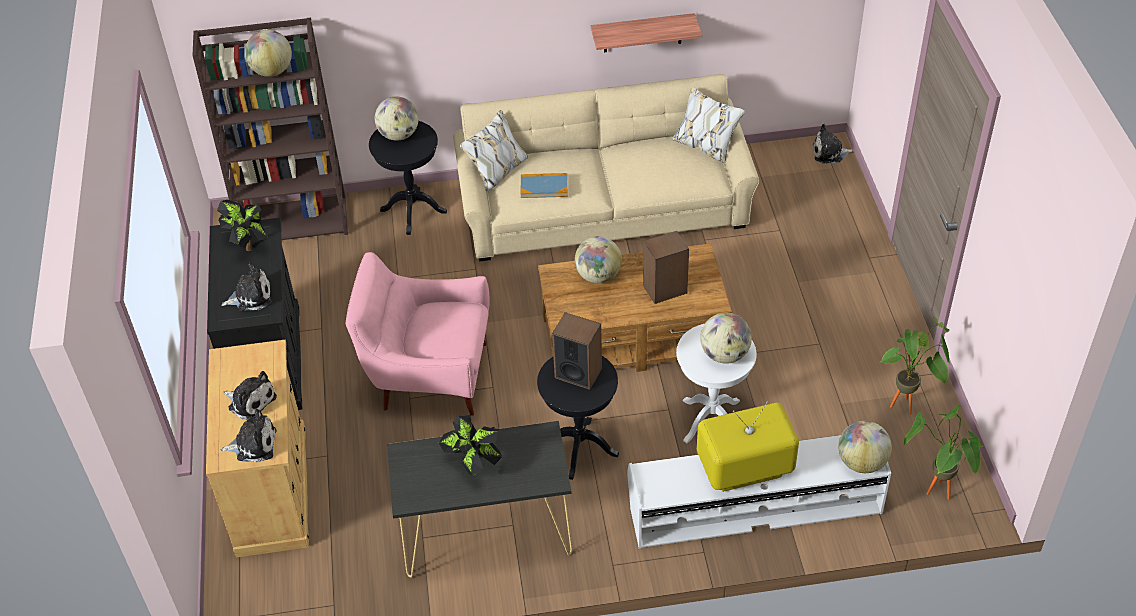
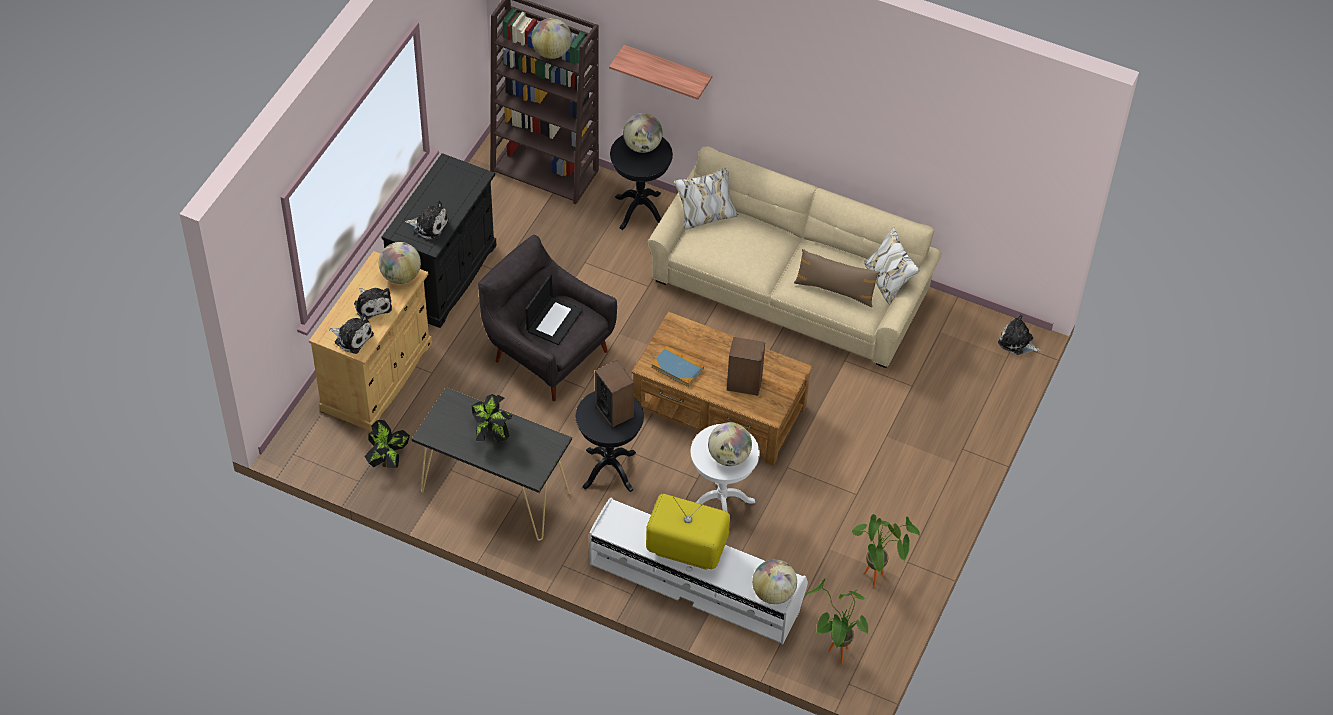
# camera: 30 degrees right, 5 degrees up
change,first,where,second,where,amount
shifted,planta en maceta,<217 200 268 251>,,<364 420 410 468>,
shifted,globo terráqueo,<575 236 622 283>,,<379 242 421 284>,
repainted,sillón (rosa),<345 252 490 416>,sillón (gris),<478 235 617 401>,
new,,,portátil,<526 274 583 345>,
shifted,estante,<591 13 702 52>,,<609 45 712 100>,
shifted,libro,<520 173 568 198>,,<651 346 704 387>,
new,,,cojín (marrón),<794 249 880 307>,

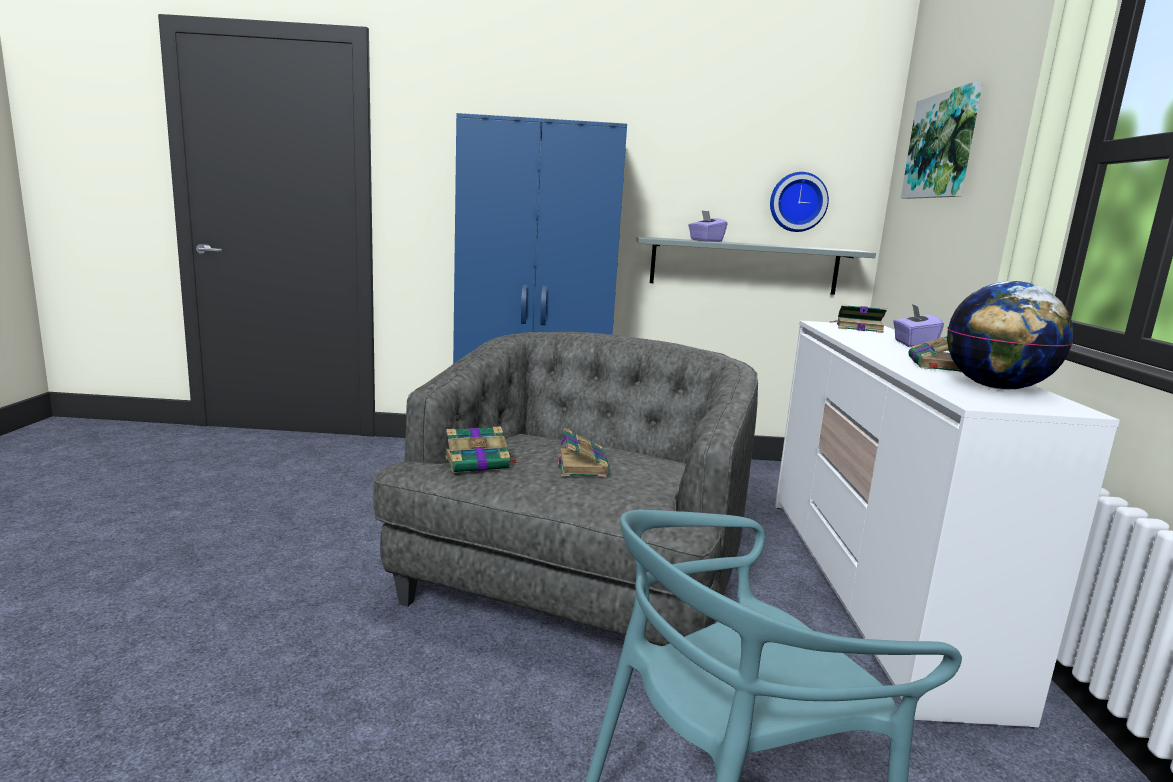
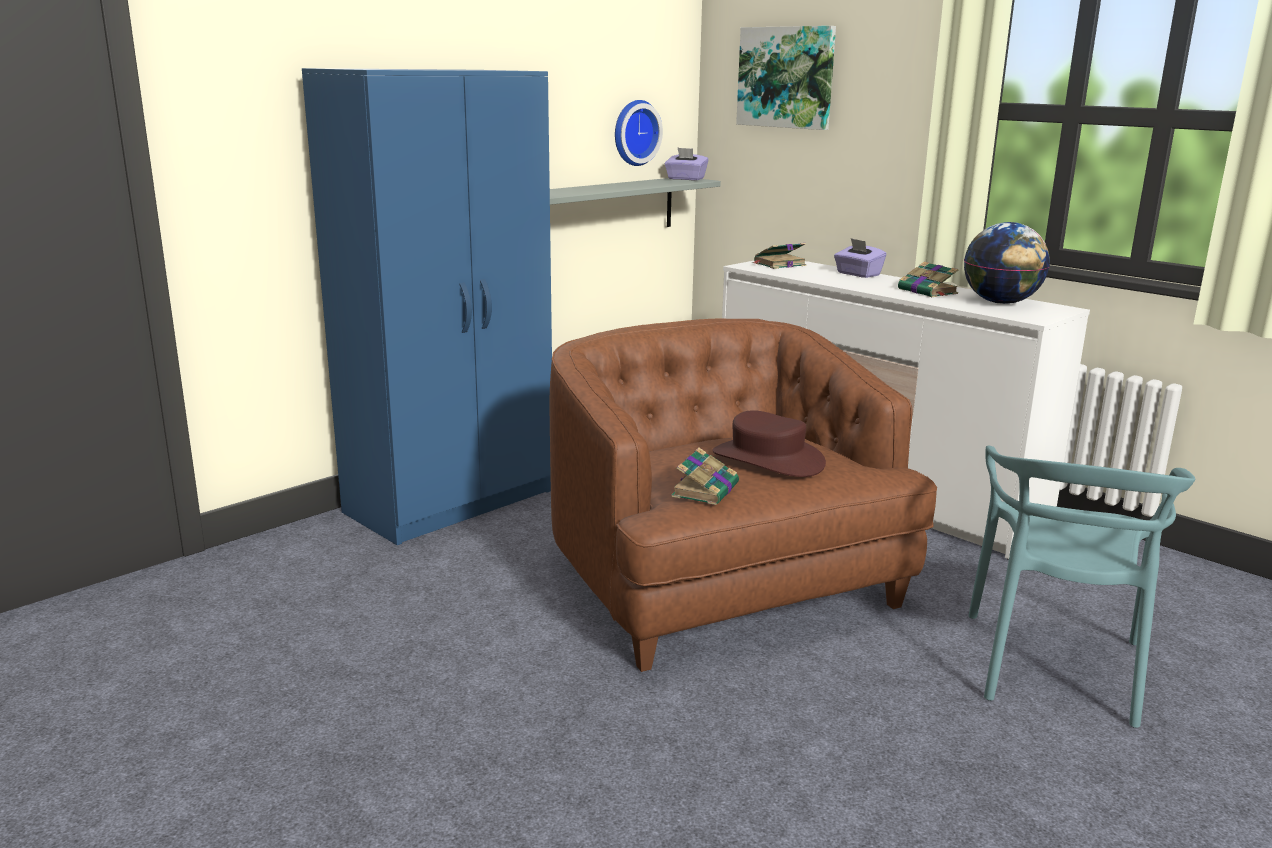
# camera: 45 degrees left, 5 degrees up
change,first,where,second,where,amount
repainted,sillón (gris),<373 332 758 646>,sillón (marrón),<550 318 937 672>,
shifted,caja de pañuelos (morado),<688 211 728 242>,,<665 147 709 180>,
swapped,libro,<558 428 610 477>,sombrero (marrón),<712 410 826 477>,

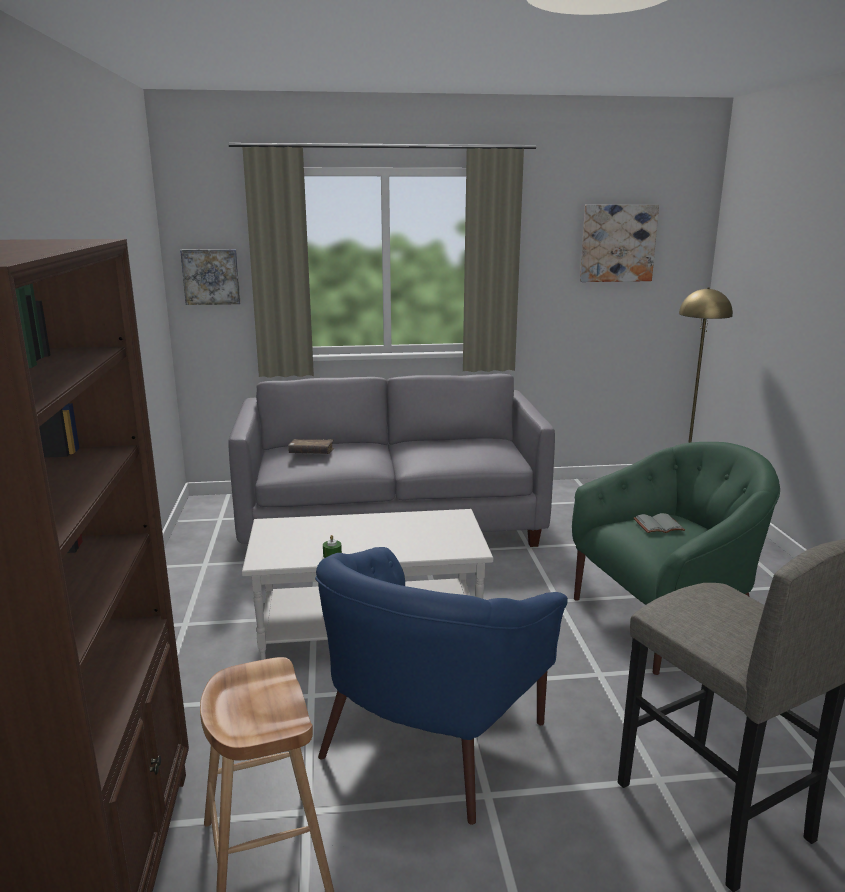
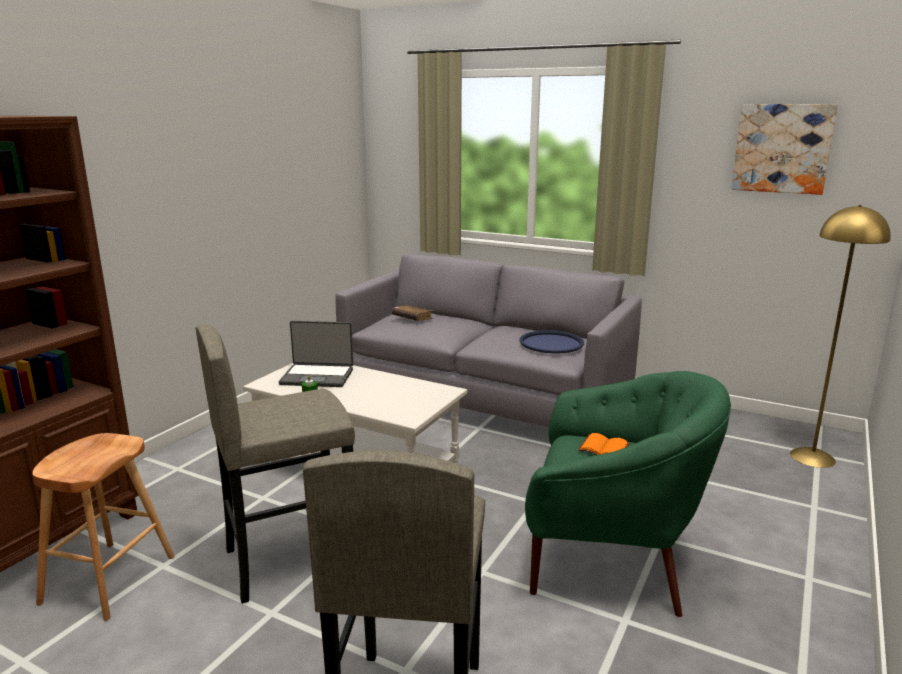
# camera: 35 degrees right, 0 degrees up
change,first,where,second,where,amount
swapped,sillón (azul),<315 547 568 825>,taburete (gris),<195 324 355 604>,
new,,,portátil,<279 321 353 387>,
new,,,bandeja (azul),<520 330 584 353>,
repainted,libro (gris),<633 513 685 533>,libro (naranja),<578 433 630 455>,
gone,cuadro,<180 249 240 305>,,,

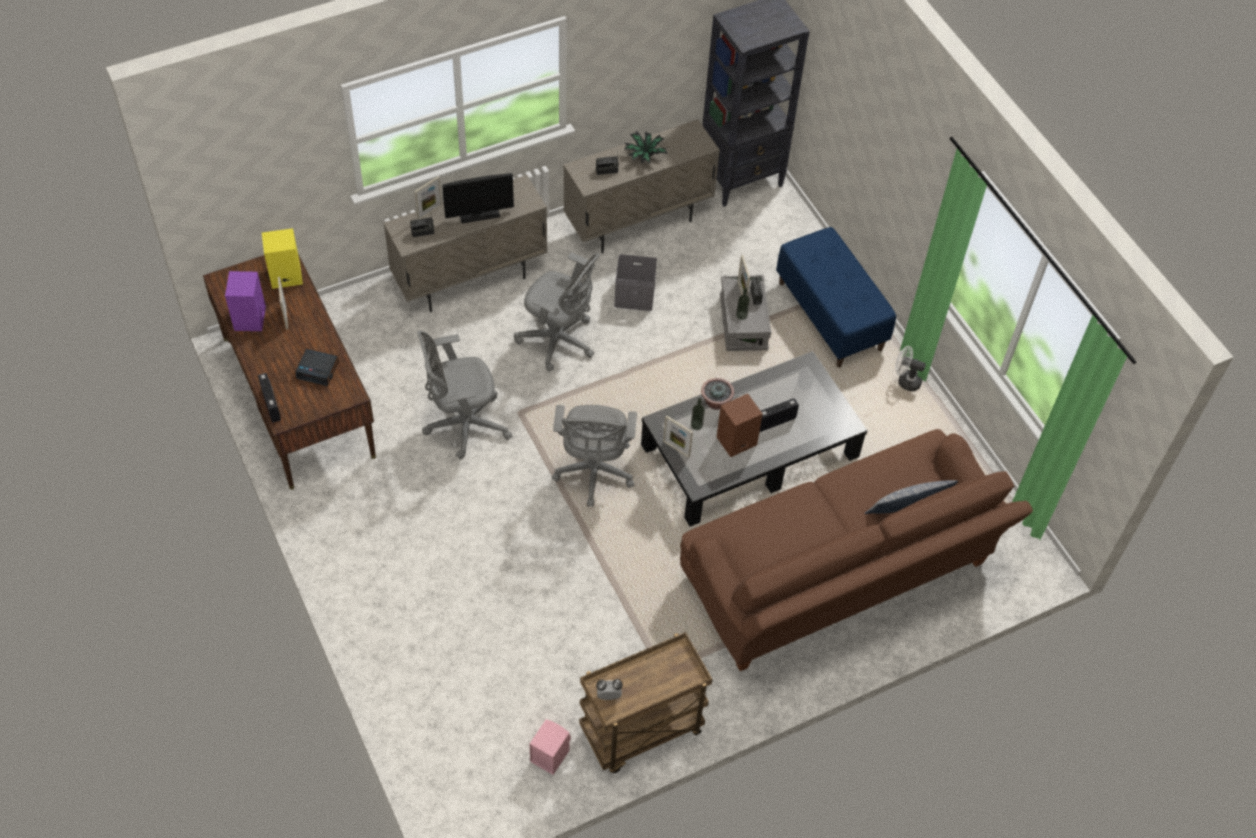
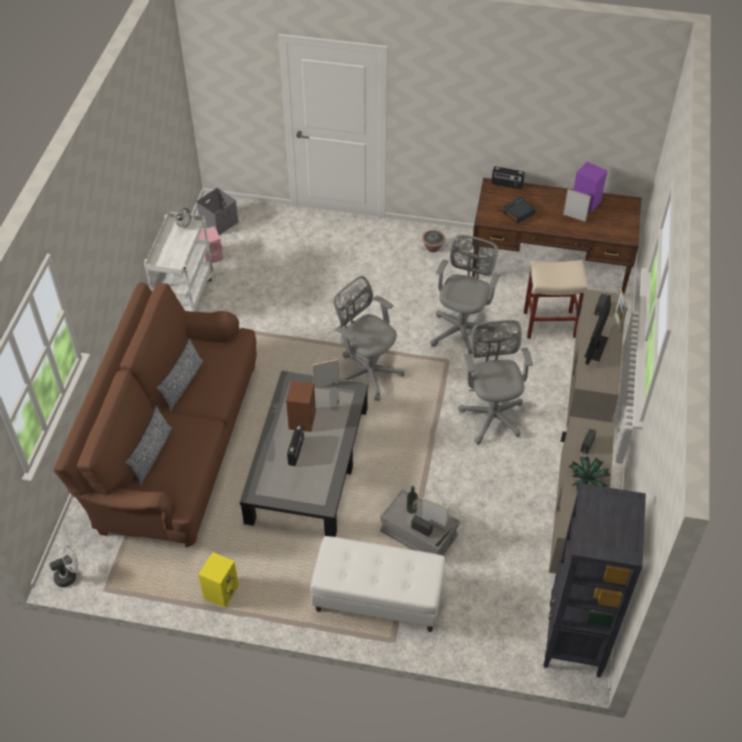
# camera: 130 degrees right, 5 degrees down
change,first,where,second,where,amount
shifted,ventilador (blanco),<895 346 926 391>,,<49 545 78 587>,
repainted,carrito (marrón),<579 632 713 773>,carrito (blanco),<144 211 213 312>,
new,,,cojín,<156 338 204 412>,
shifted,caja de almacenaje (gris),<614 254 657 311>,,<196 188 239 235>,
shifted,altavoz (amarillo),<262 228 303 289>,,<198 552 239 608>,
repainted,banco (azul),<776 227 896 367>,banco (blanco),<311 536 445 632>,
shifted,planta en maceta,<701 378 734 410>,,<422 230 445 252>,
rotated,silla de oficina (gris),<514 252 600 372>,,<458 320 533 445>,105 degrees clockwise
new,,,taburete (beis),<524 260 588 339>,

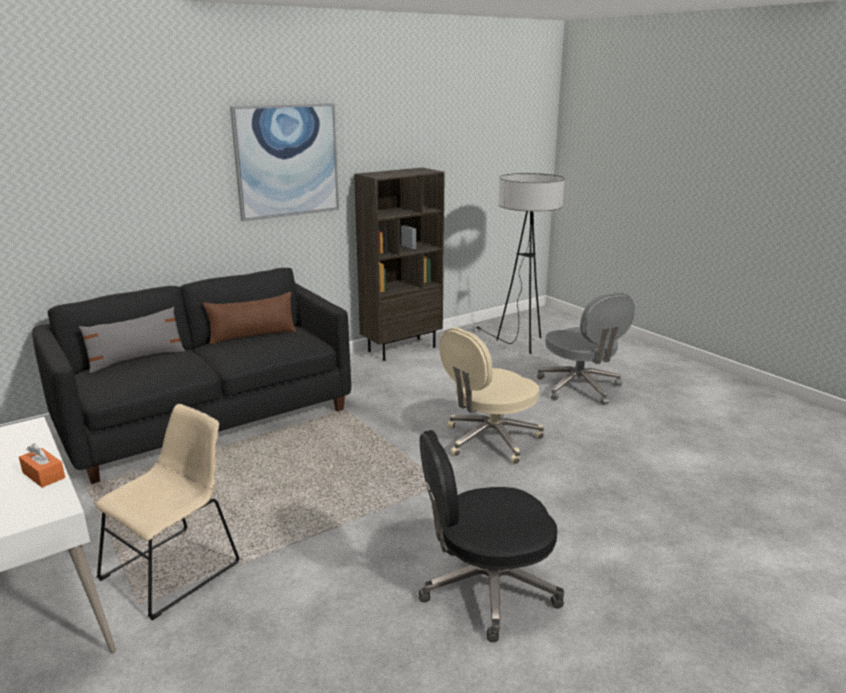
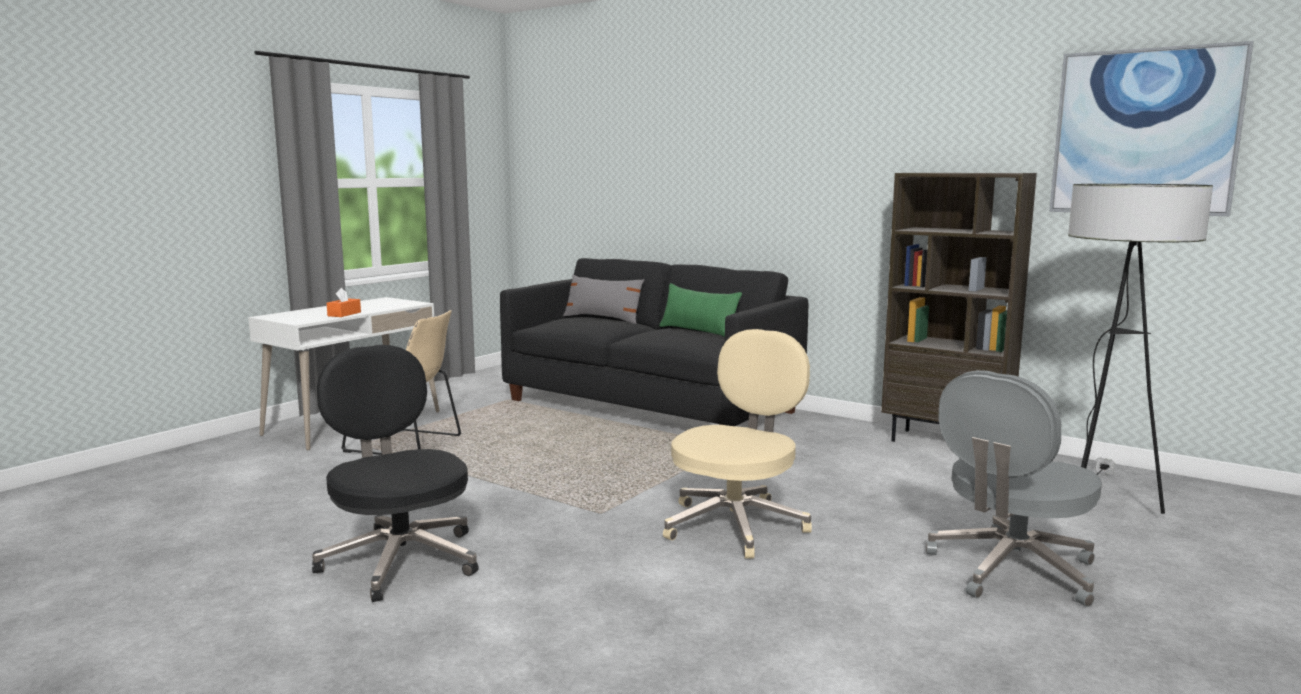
# camera: 70 degrees right, 10 degrees down
change,first,where,second,where,amount
repainted,cojín (marrón),<203 292 296 345>,cojín (verde),<659 283 742 337>,
rotated,silla de oficina (beis),<440 327 544 464>,,<663 329 812 559>,90 degrees clockwise
shifted,cuadro,<230 103 339 221>,,<1049 41 1253 216>,

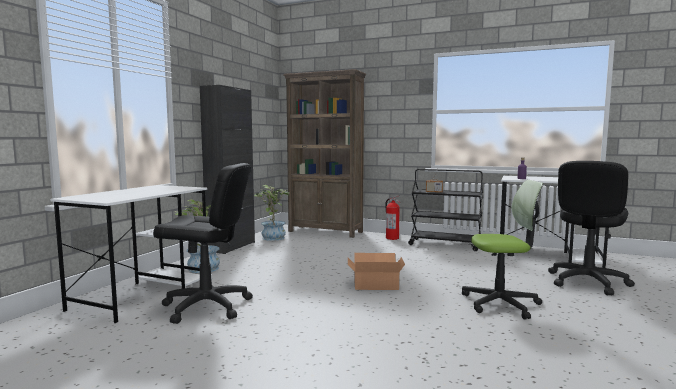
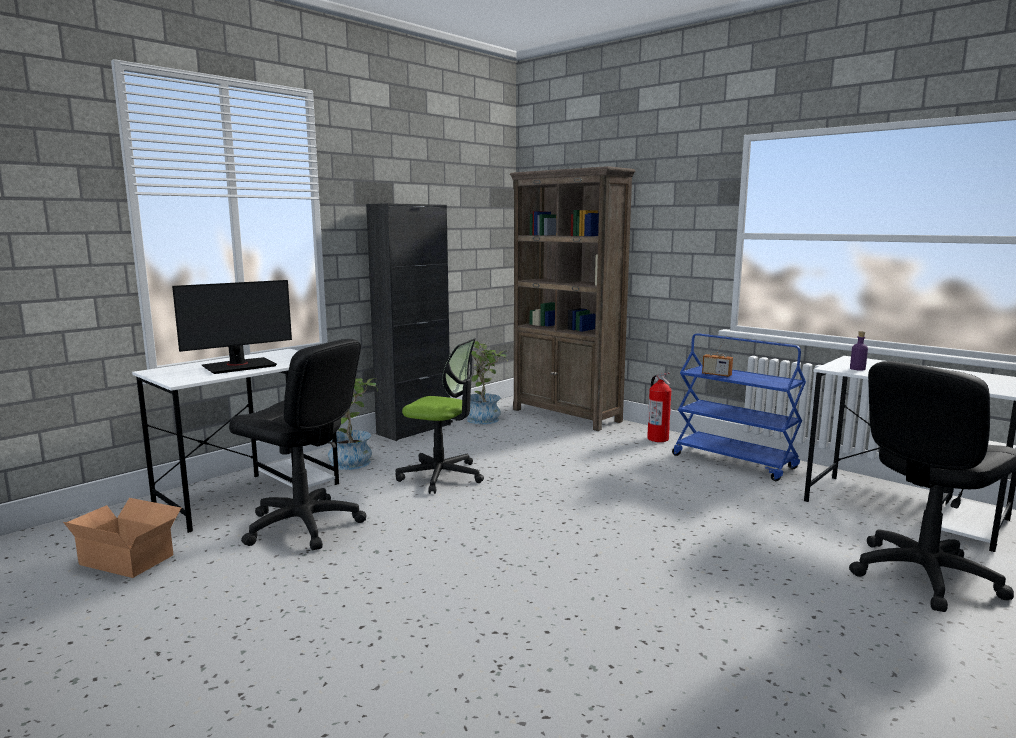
# camera: 20 degrees right, 5 degrees up
change,first,where,second,where,amount
shifted,caja de cartón,<348 253 405 290>,,<63 498 181 578>,
new,,,monitor,<172 280 292 374>,
shifted,silla de oficina,<462 180 543 320>,,<396 338 484 494>,
repainted,carrito (negro),<408 169 483 251>,carrito (azul),<672 333 806 481>,

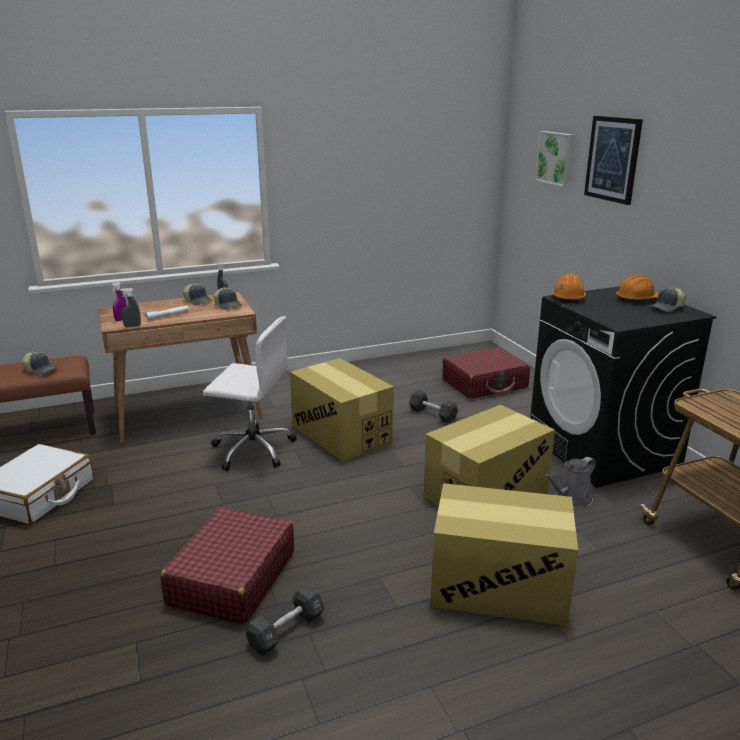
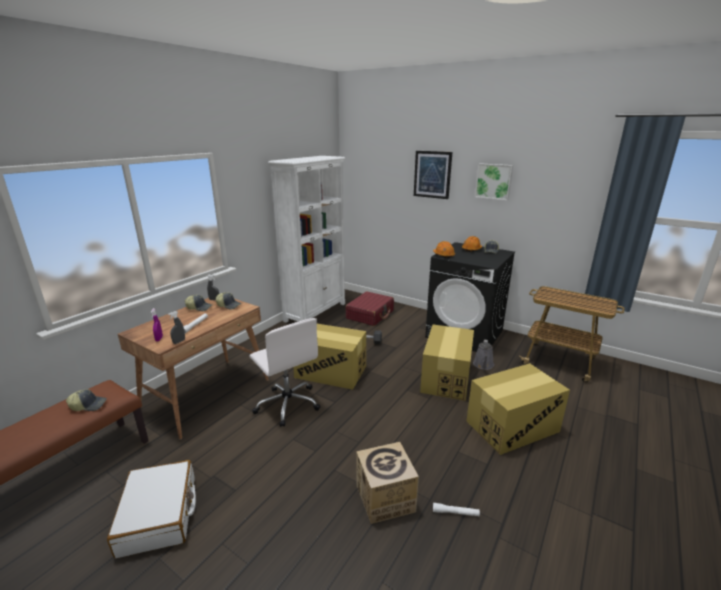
# camera: 35 degrees left, 0 degrees up
change,first,where,second,where,amount
rotated,silla de oficina (blanco),<203 316 297 471>,,<250 318 321 427>,75 degrees clockwise
new,,,estantería (blanco),<268 156 345 323>,
swapped,maleta (rojo),<161 507 294 625>,caja de cartón,<356 442 419 524>,
swapped,mancuerna (negro),<245 585 325 656>,linterna (blanco),<433 503 480 516>,
shifted,cuadro,<535 131 574 187>,,<475 163 513 200>,

